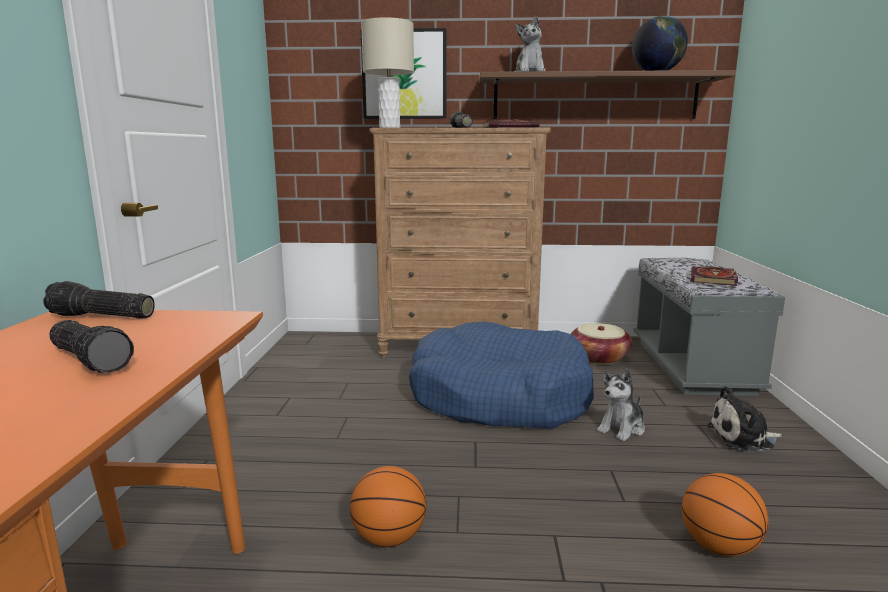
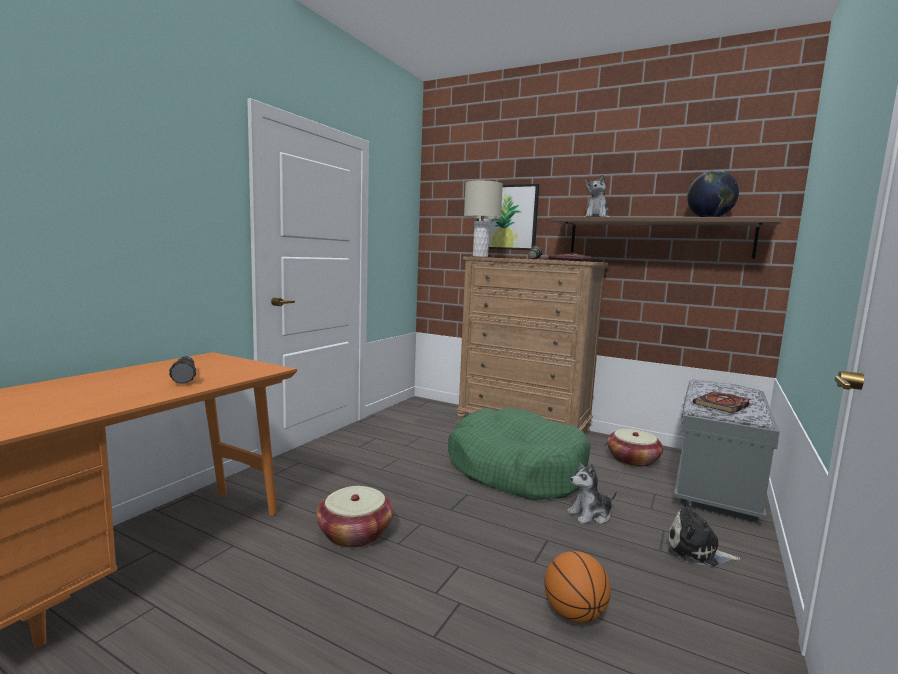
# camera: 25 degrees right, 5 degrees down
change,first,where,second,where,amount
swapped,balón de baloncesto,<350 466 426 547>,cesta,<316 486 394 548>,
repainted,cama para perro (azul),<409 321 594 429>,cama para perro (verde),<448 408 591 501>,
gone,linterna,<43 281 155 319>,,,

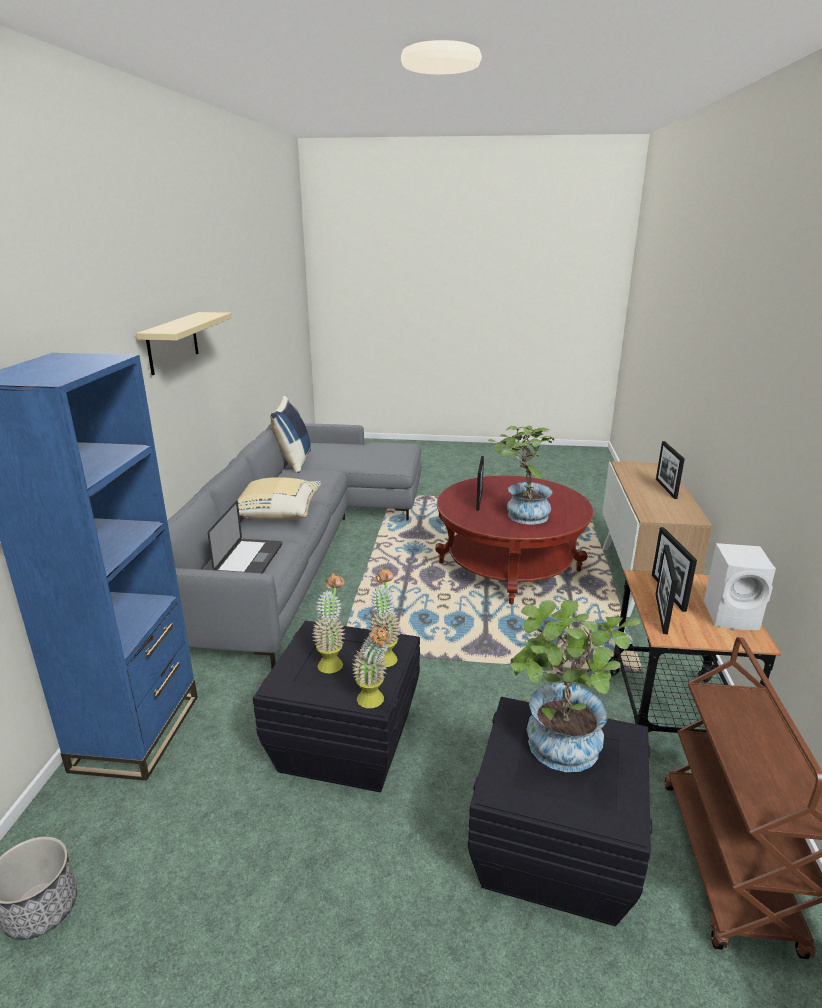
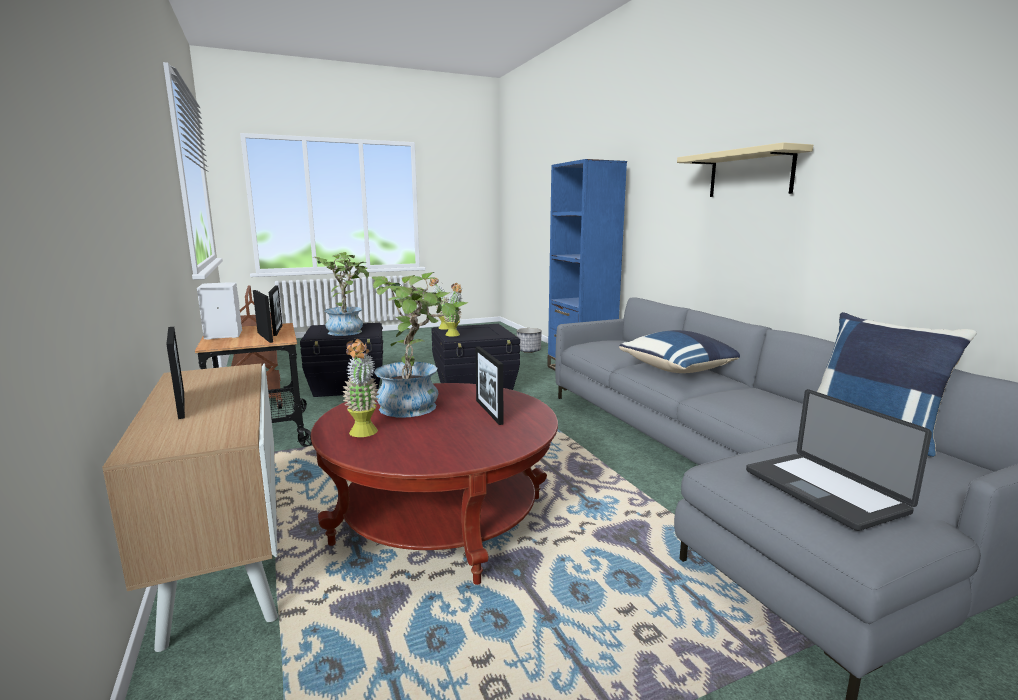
# camera: 150 degrees right, 10 degrees down
change,first,where,second,where,amount
shifted,planta en maceta,<312 573 345 673>,,<342 339 379 437>,
repainted,cojín (beis),<237 477 321 520>,cojín (azul),<619 330 740 373>,
shifted,portátil,<208 501 282 573>,,<746 389 932 531>,

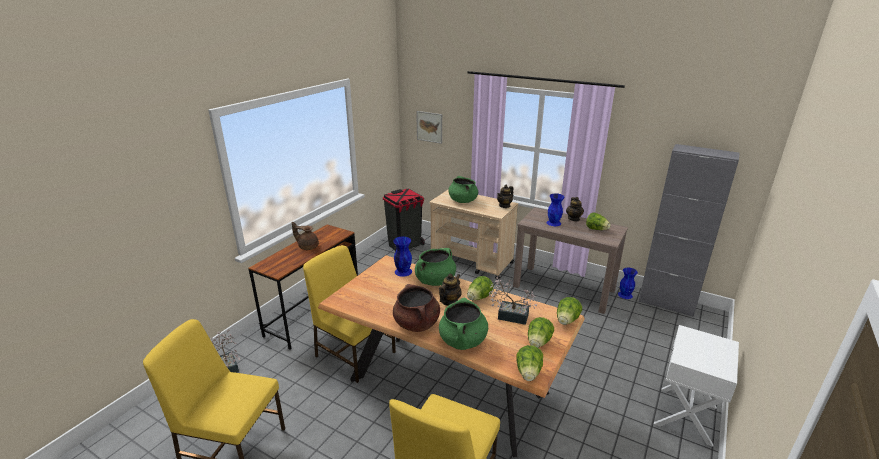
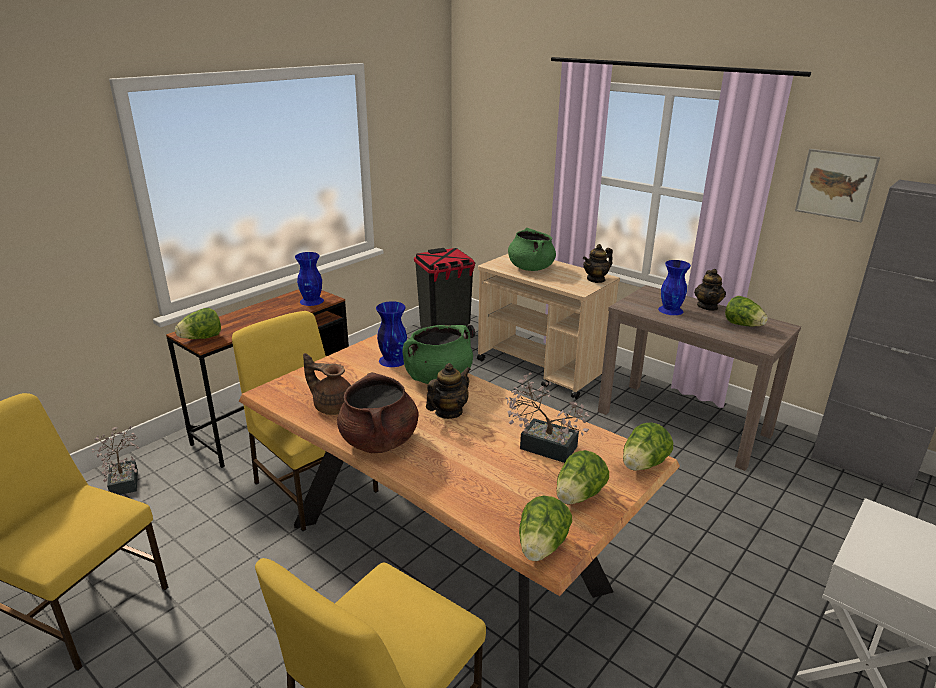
# camera: 10 degrees right, 0 degrees up
change,first,where,second,where,amount
shifted,lechuga,<467 276 494 300>,,<175 308 221 339>,
shifted,florero (azul),<618 268 638 299>,,<295 252 324 306>,
shifted,tetera (marrón),<292 222 319 250>,,<303 353 351 415>,
shifted,cuadro,<416 111 442 144>,,<795 149 880 222>,
gone,olla (verde),<439 298 488 350>,,,

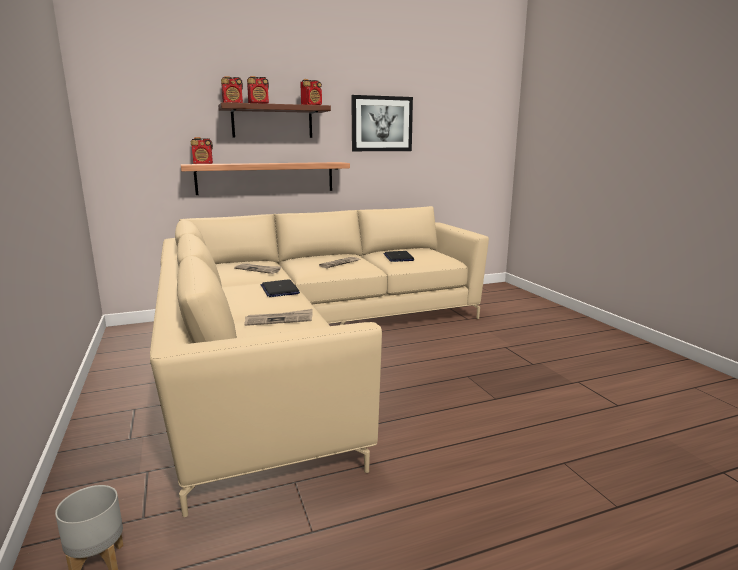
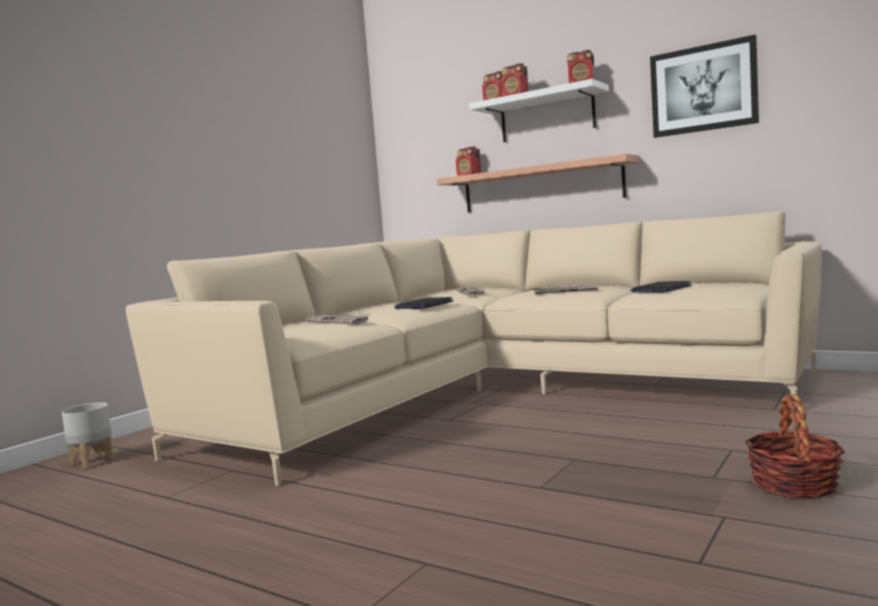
# camera: 55 degrees right, 10 degrees down
change,first,where,second,where,amount
repainted,estante (marrón),<218 102 331 138>,estante (blanco),<469 79 609 142>,
new,,,cesta,<745 394 845 499>,

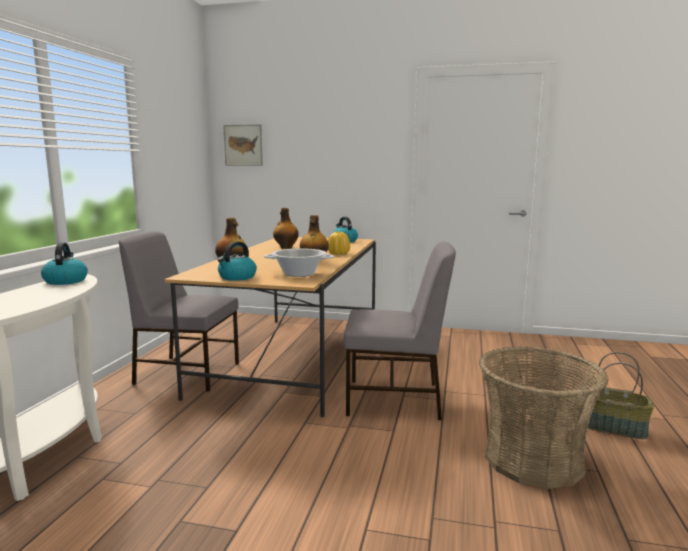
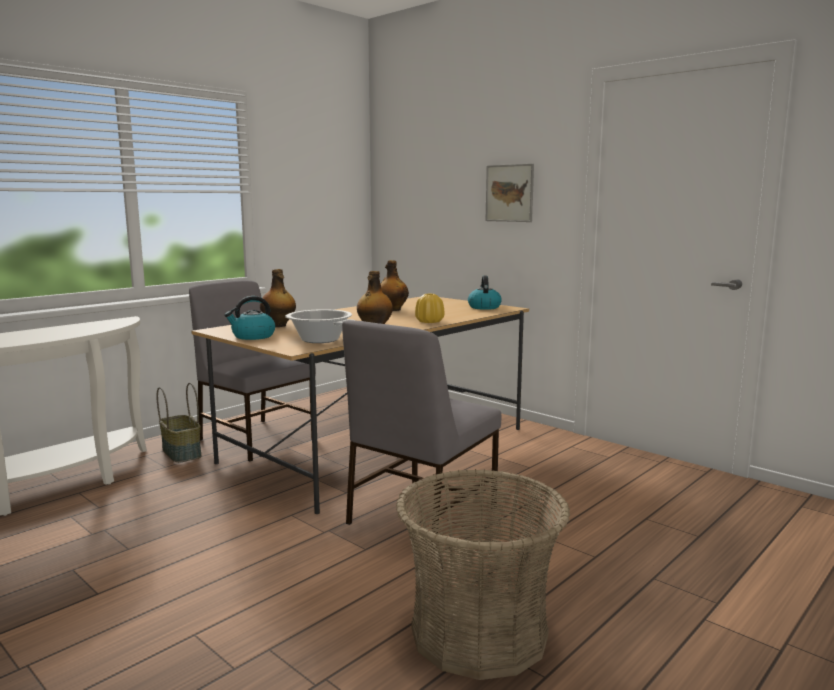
# camera: 30 degrees right, 0 degrees up
change,first,where,second,where,amount
shifted,cesta,<586 352 654 439>,,<156 383 202 463>,
rotated,silla (gris),<344 242 456 420>,,<342 320 501 553>,90 degrees clockwise
shifted,cuadro,<223 124 263 166>,,<485 164 534 222>,
gone,hervidor,<41 242 88 285>,,,

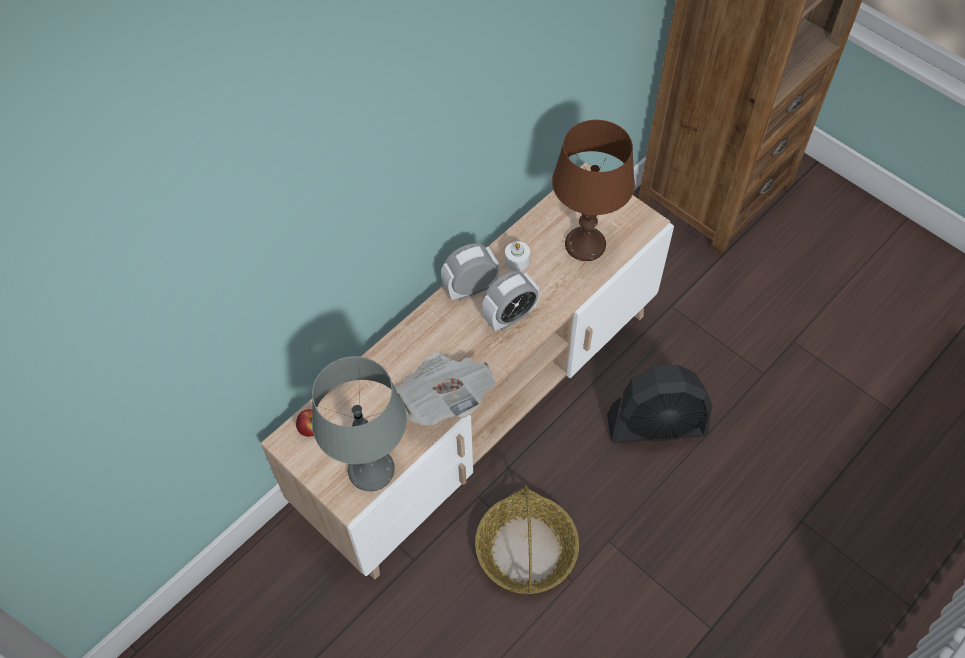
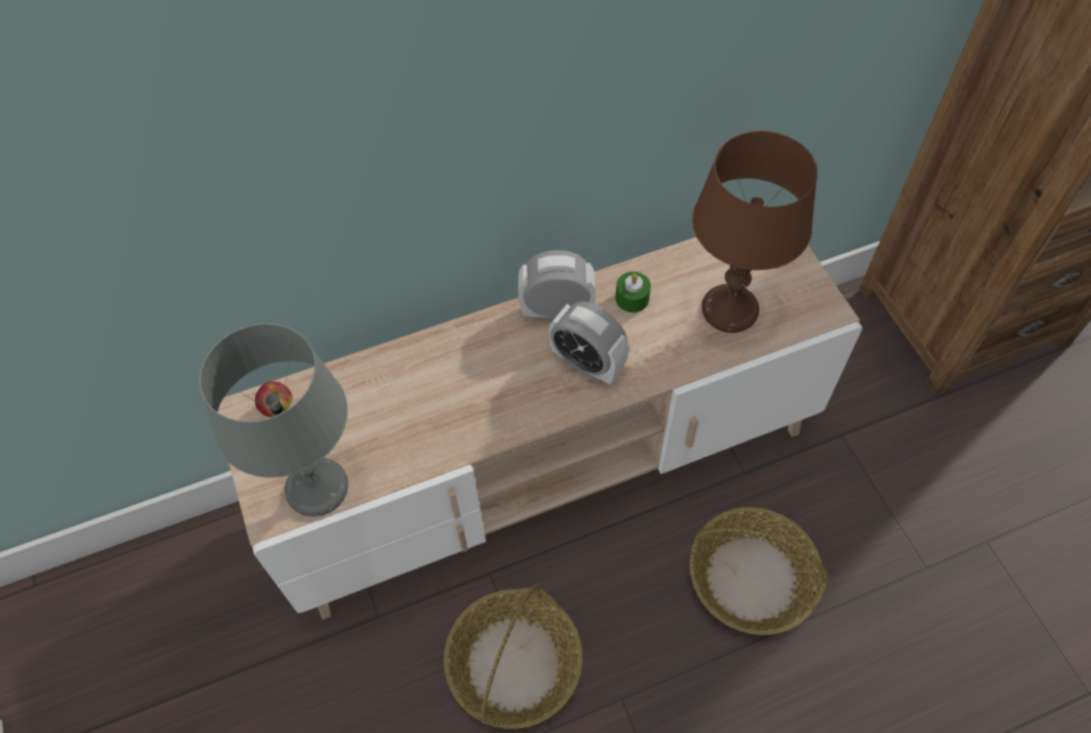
# camera: 25 degrees right, 0 degrees up
change,first,where,second,where,amount
rotated,despertador,<482 271 539 331>,,<549 301 629 384>,45 degrees clockwise
repainted,vela (blanco),<505 241 530 271>,vela (verde),<615 272 651 313>,
swapped,ventilador (negro),<607 365 712 443>,cesta,<689 507 828 635>,
gone,periódico,<395 352 496 425>,,,

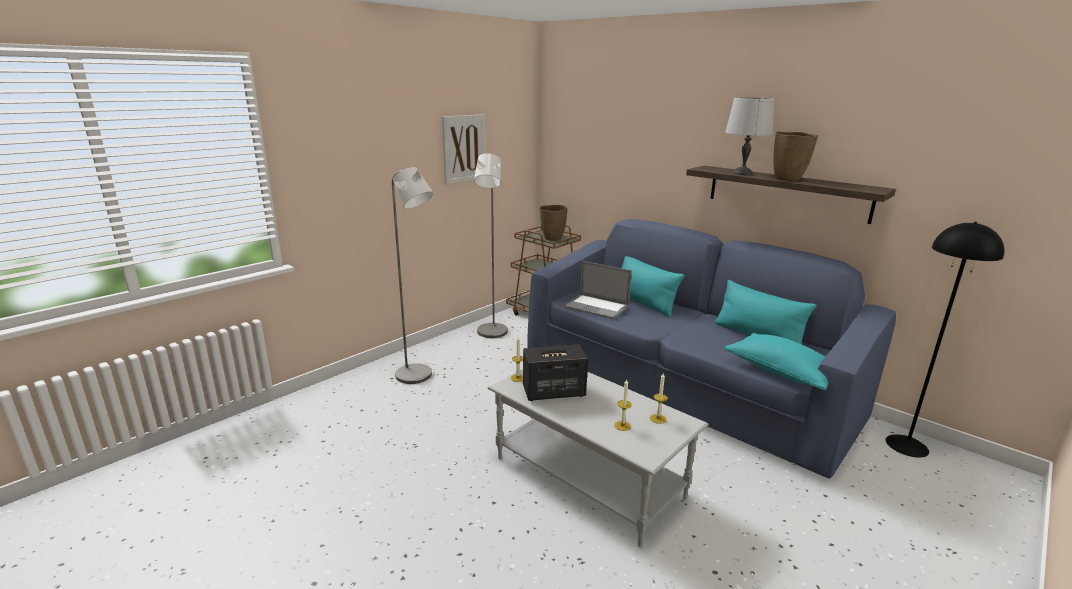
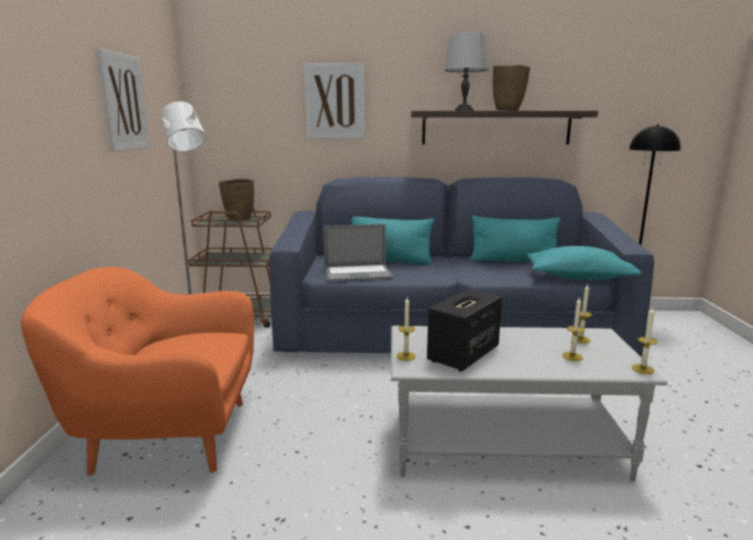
# camera: 40 degrees left, 5 degrees down
change,first,where,second,where,amount
swapped,lámpara de pie (gris),<392 167 433 384>,sillón (naranja),<21 267 254 475>,
new,,,cuadro,<304 63 365 138>,
new,,,vela,<632 308 658 374>,

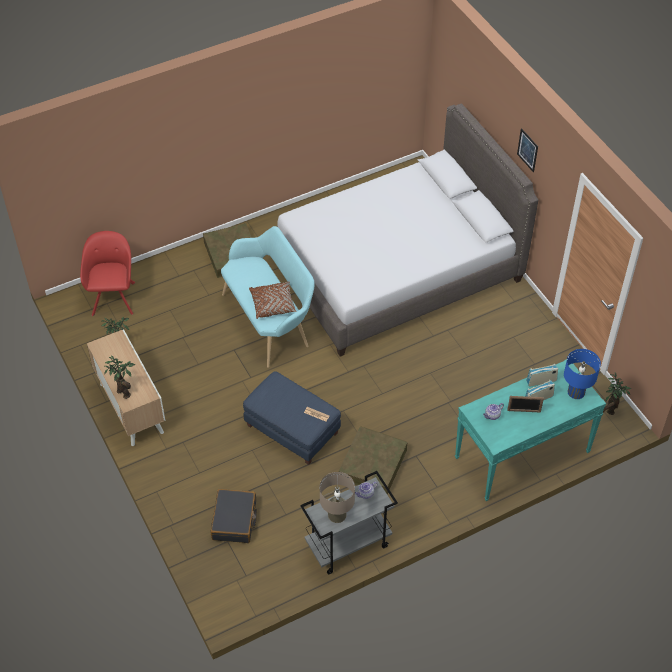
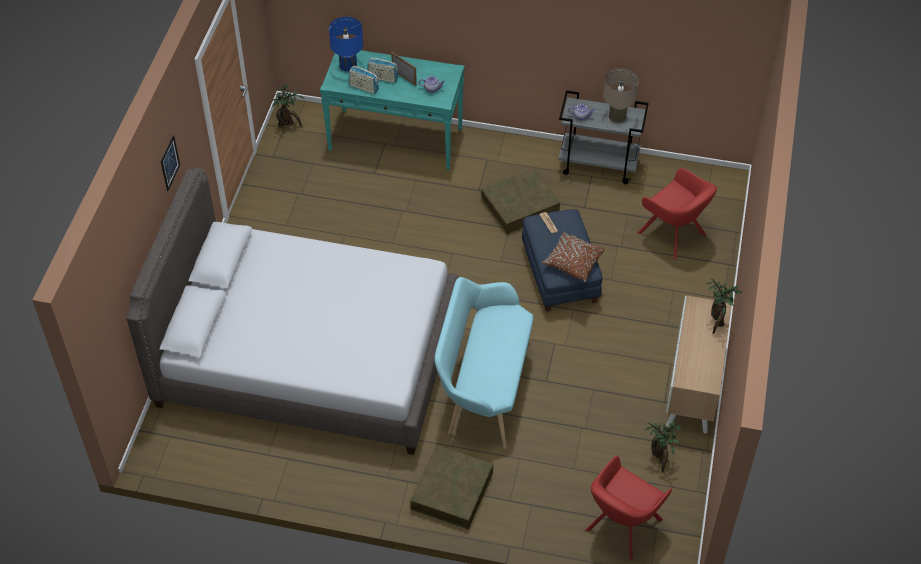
# camera: 140 degrees left, 0 degrees up
change,first,where,second,where,amount
shifted,cojín (marrón),<249 282 297 319>,,<542 232 605 282>,
swapped,maleta (negro),<211 489 257 543>,sillón (rojo),<637 168 717 260>,

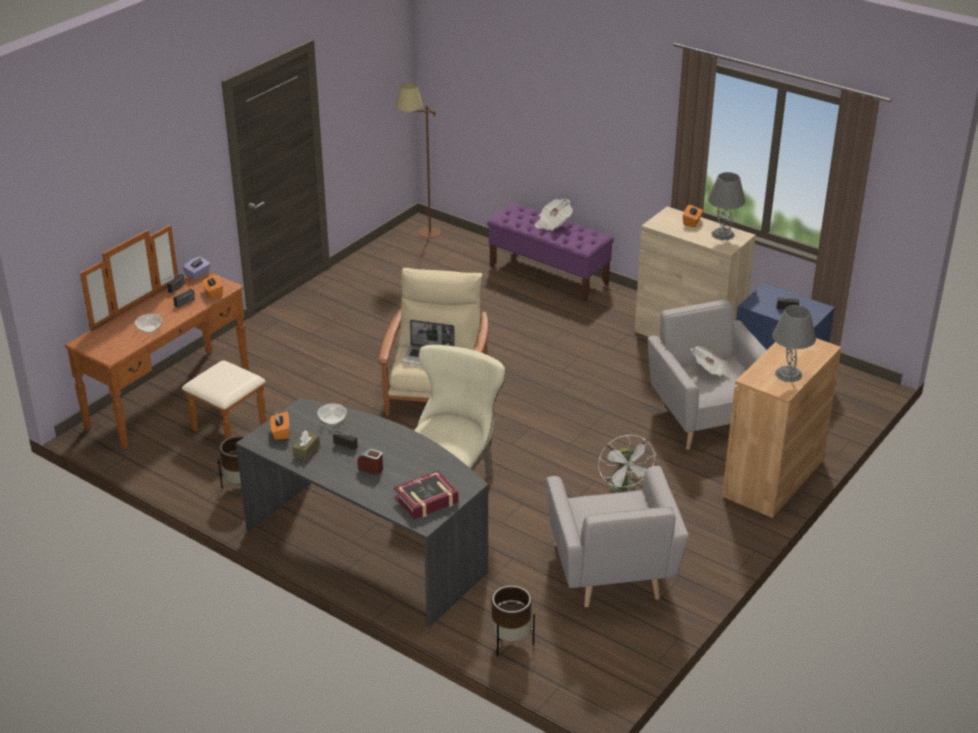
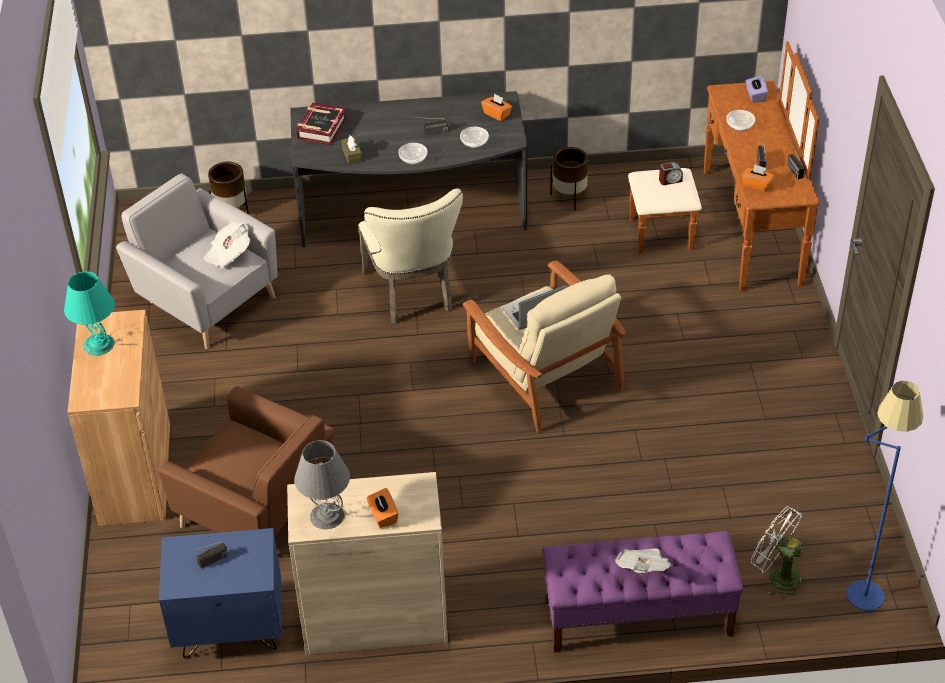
# camera: 140 degrees right, 10 degrees up
change,first,where,second,where,amount
repainted,lámpara de mesa (gris),<772 305 816 382>,lámpara de mesa (turquesa),<64 272 115 356>,
repainted,sillón (gris),<647 300 767 450>,sillón (marrón),<157 386 334 535>,
shifted,periódico,<691 346 732 377>,,<204 222 250 269>,
shifted,caja de pañuelos (marrón),<292 430 320 460>,,<341 136 363 164>,
new,,,cuenco,<398 143 427 165>,
shifted,despertador,<358 449 383 475>,,<659 162 683 185>,
shifted,caja de pañuelos (morado),<183 256 211 280>,,<746 76 768 102>,
shifted,ventilador (blanco),<598 435 656 493>,,<751 506 805 600>,
repainted,lámpara de pie (marrón),<396 83 442 238>,lámpara de pie (azul),<847 381 923 611>,

